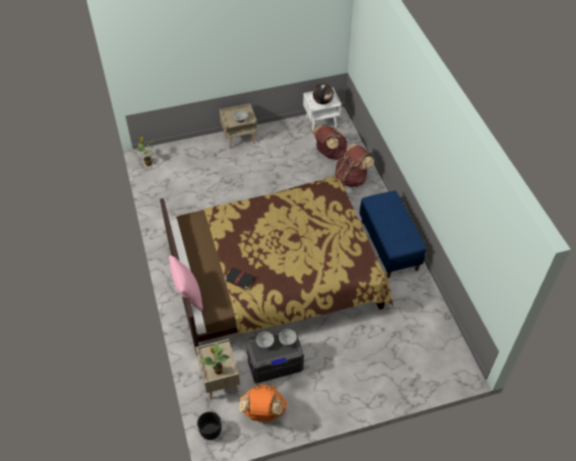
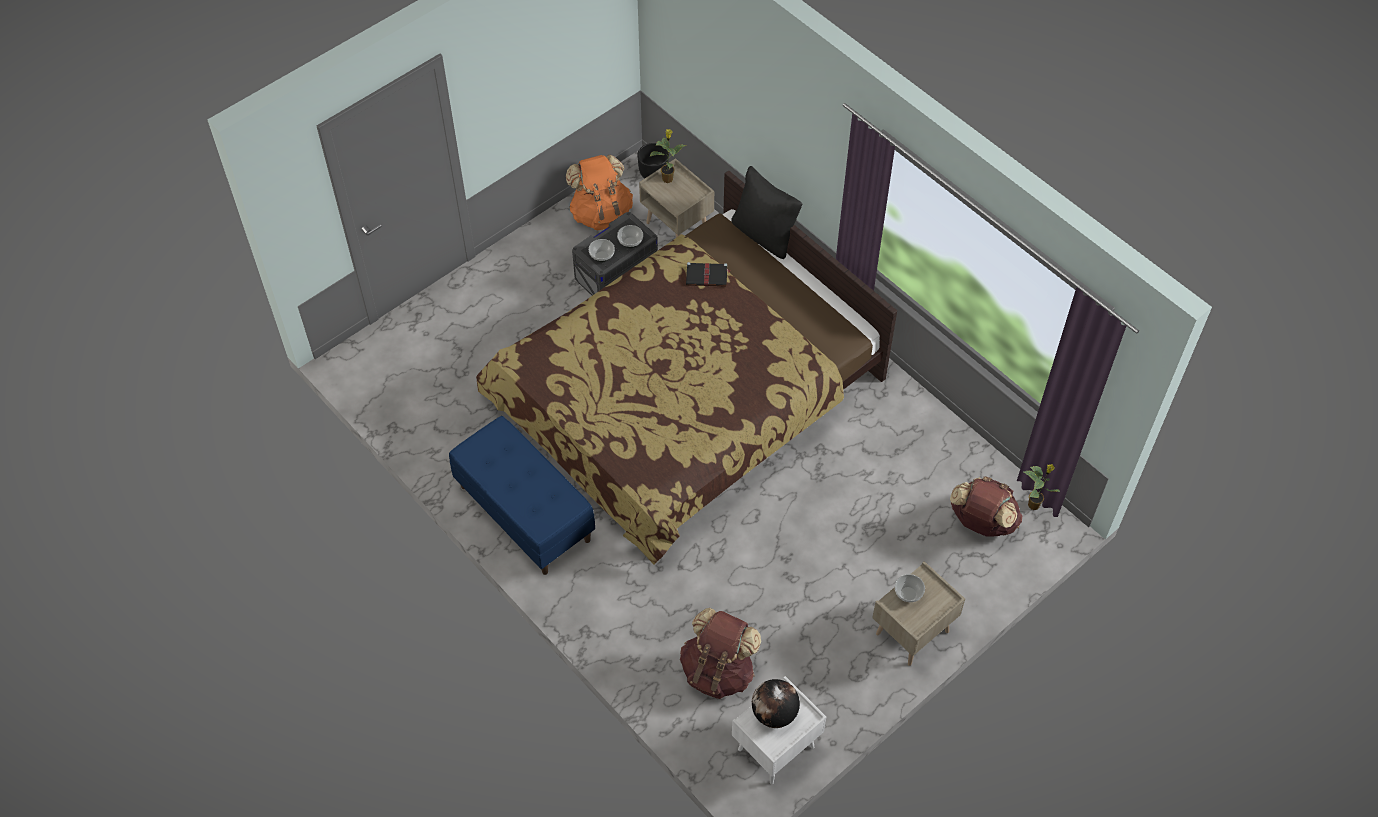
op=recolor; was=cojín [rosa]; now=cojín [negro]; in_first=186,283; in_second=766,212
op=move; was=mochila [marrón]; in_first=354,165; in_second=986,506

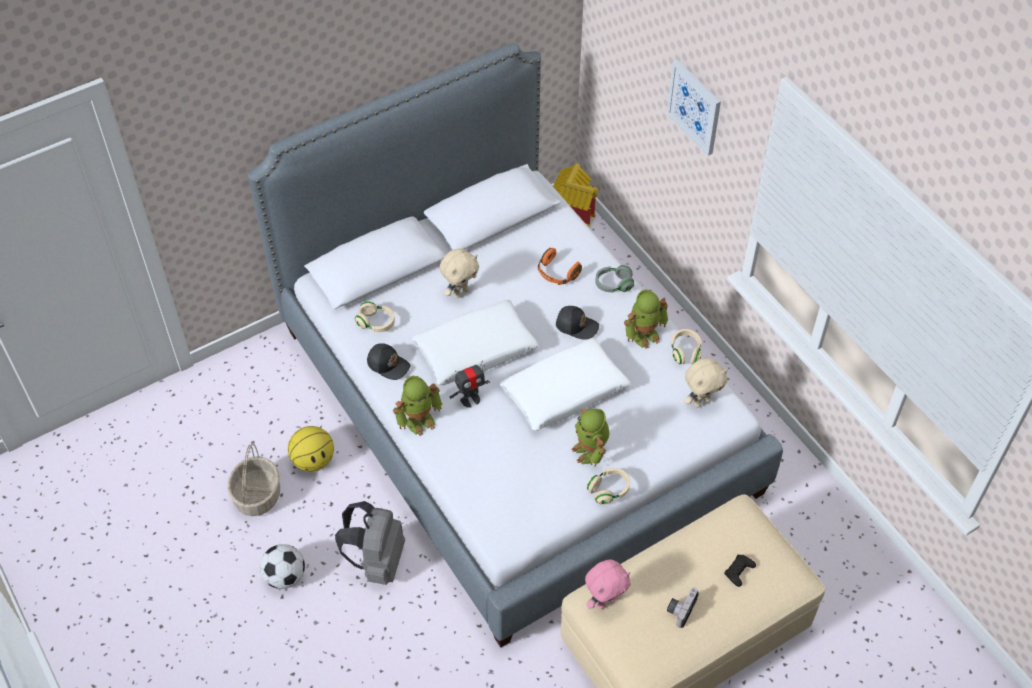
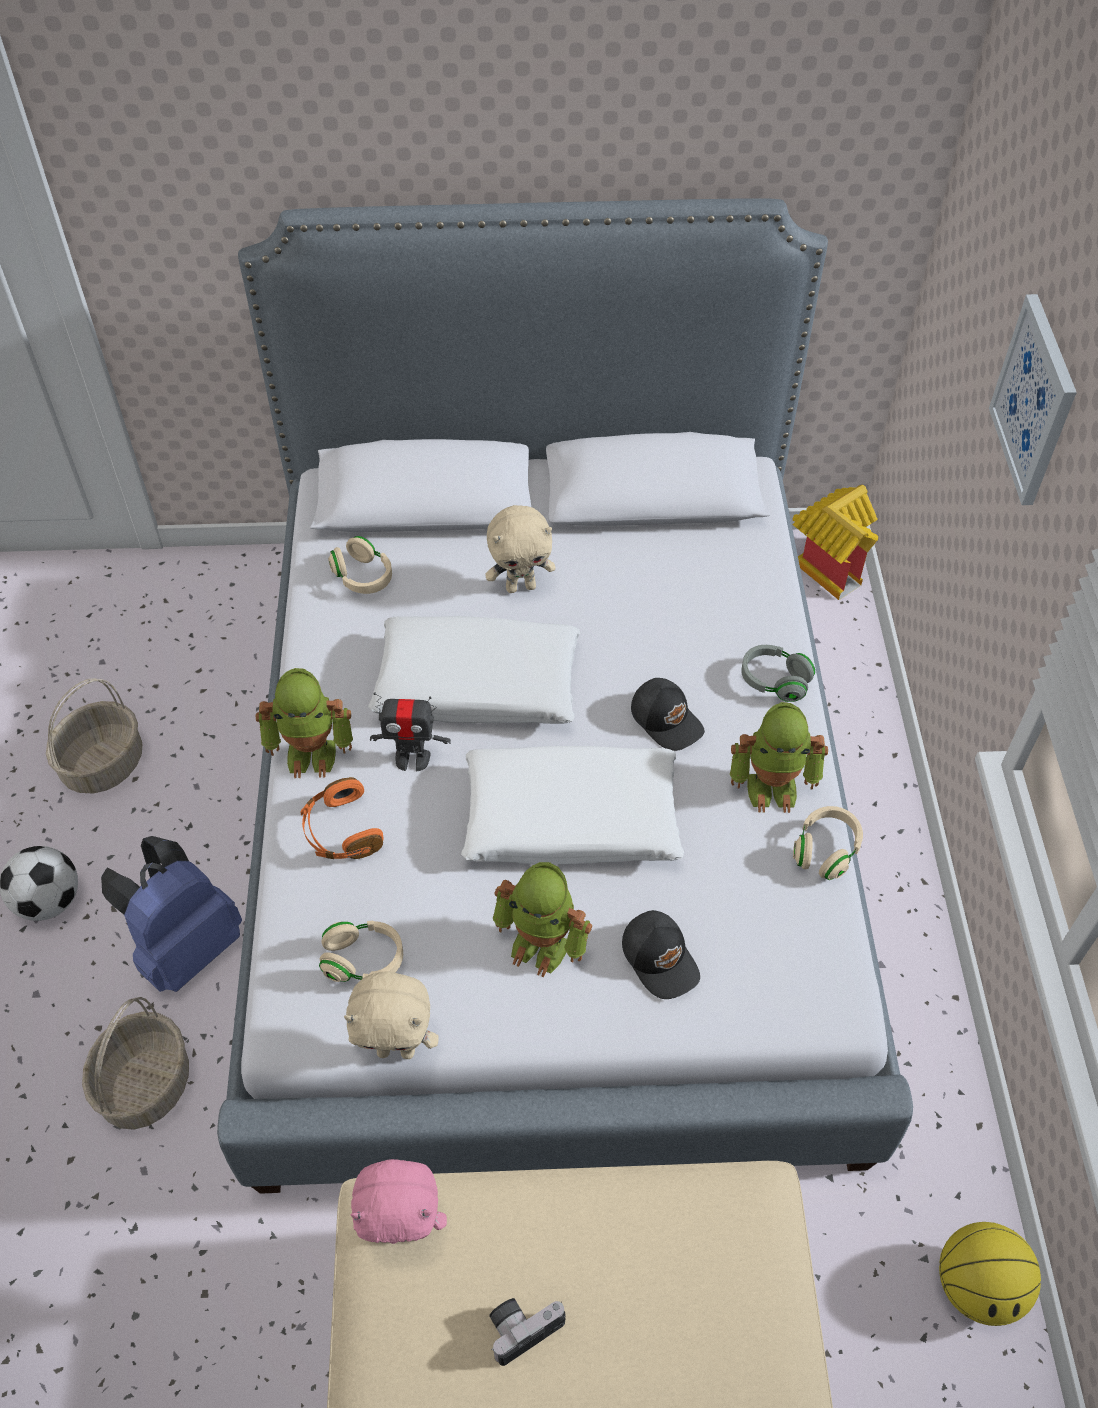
op=move; was=balón de baloncesto; in_first=311,449; in_second=990,1274
op=recolor; was=mochila [gris]; now=mochila [azul]; in_first=370,543; in_second=171,914
op=move; was=gorra [negro]; in_first=388,361; in_second=661,954
op=move; was=auriculares [naranja]; in_first=560,266; in_second=342,818
op=rotate; was=robot de juguete; in_first=590,437; in_second=542,919; clockwise=-75
op=move; was=auriculares [beis]; in_first=608,486; in_second=361,951
op=move; was=peluche [beis]; in_first=706,382; in_second=391,1015
op=delete; was=mando de consola [negro]; in_first=740,571
op=insert; now=cesta; in_second=135,1063

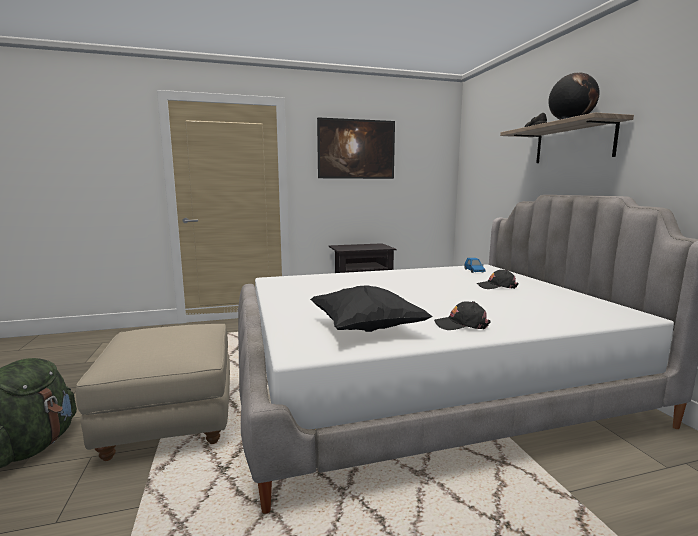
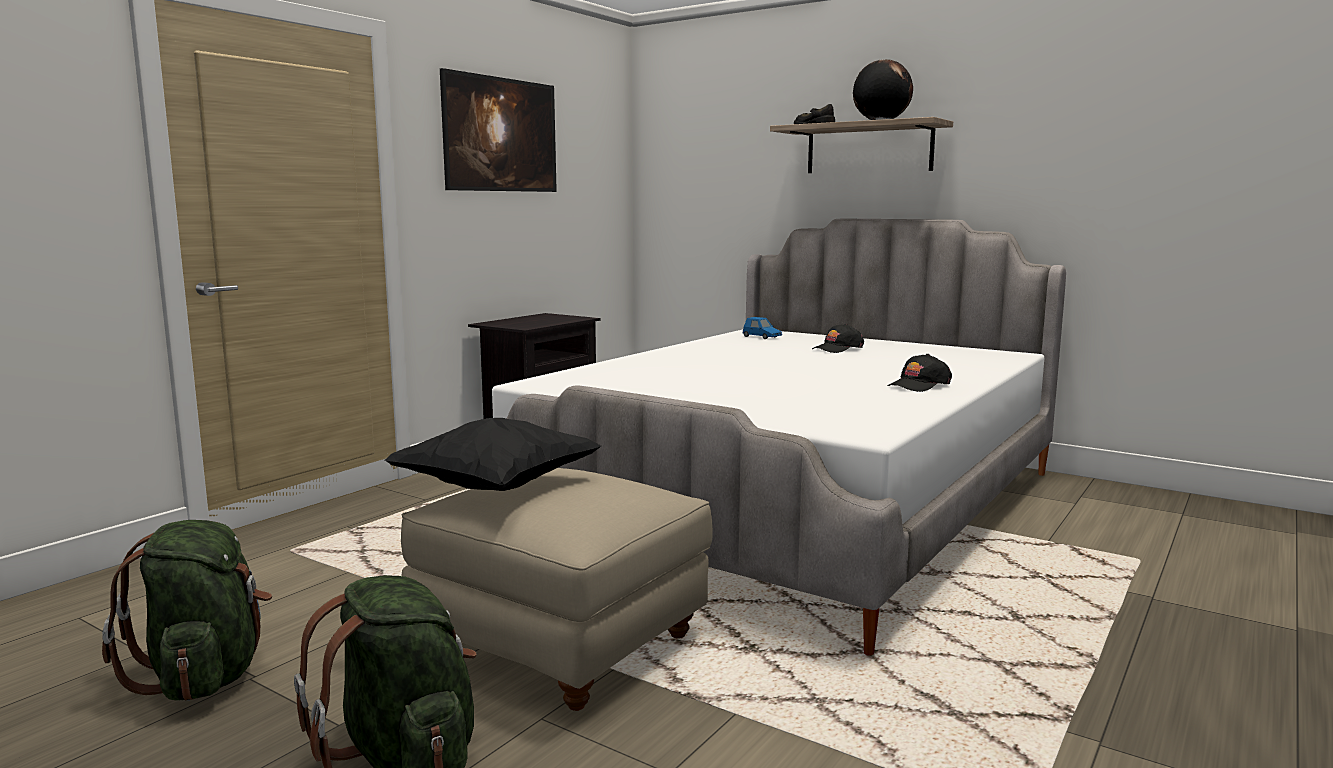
op=move; was=cojín [negro]; in_first=371,308; in_second=492,454
op=insert; now=mochila [verde]; in_second=187,610

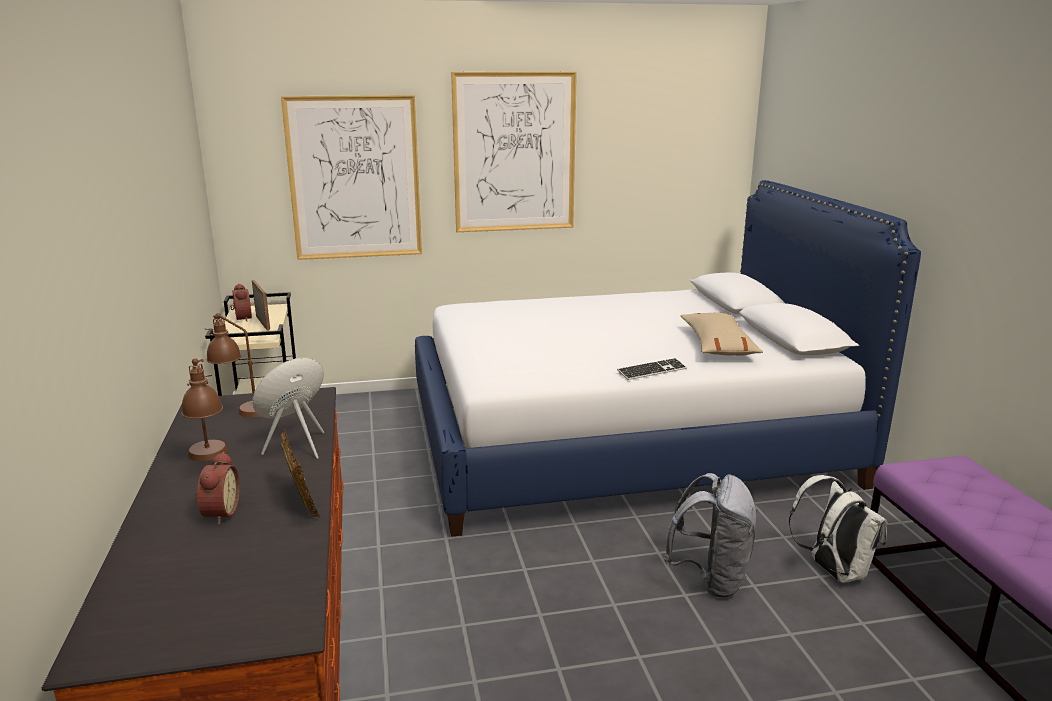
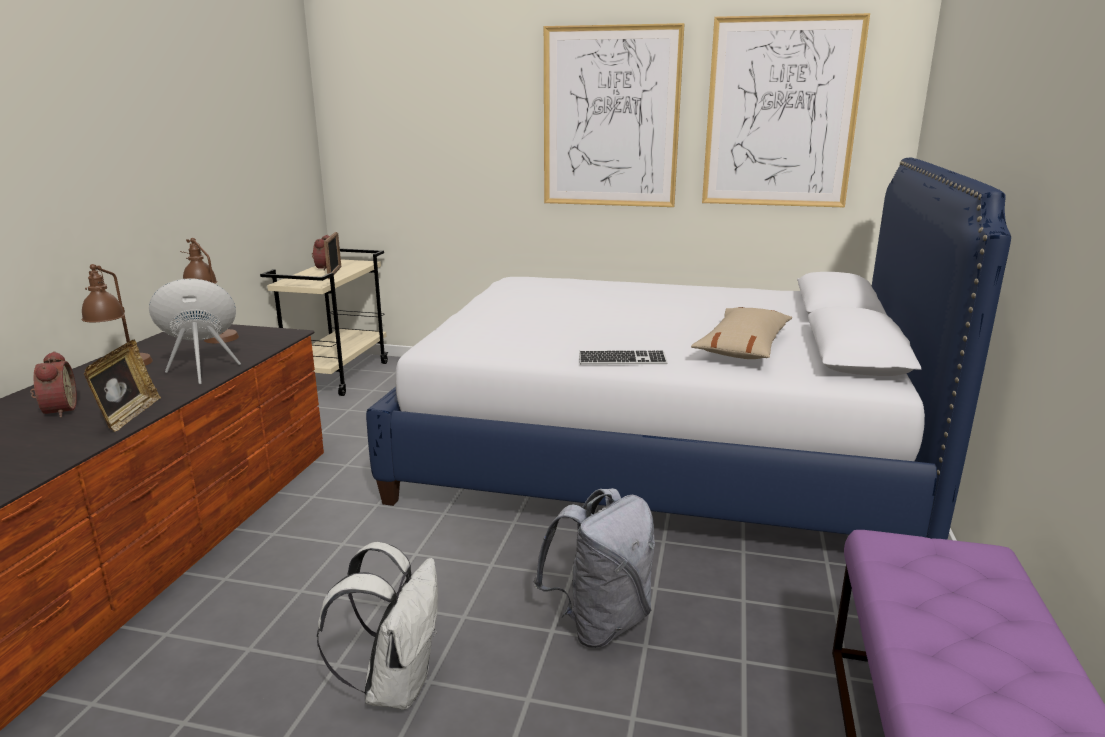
op=rotate; was=despertador; in_first=217,488; in_second=53,384; clockwise=-45
op=move; was=cuadro; in_first=351,177; in_second=786,110
op=move; was=mochila [blanco]; in_first=838,529; in_second=377,626

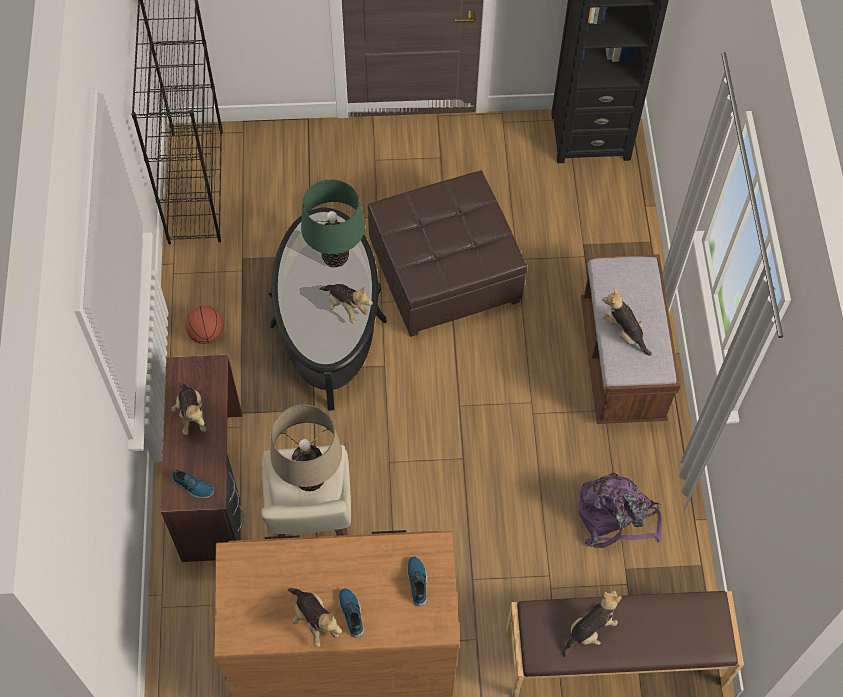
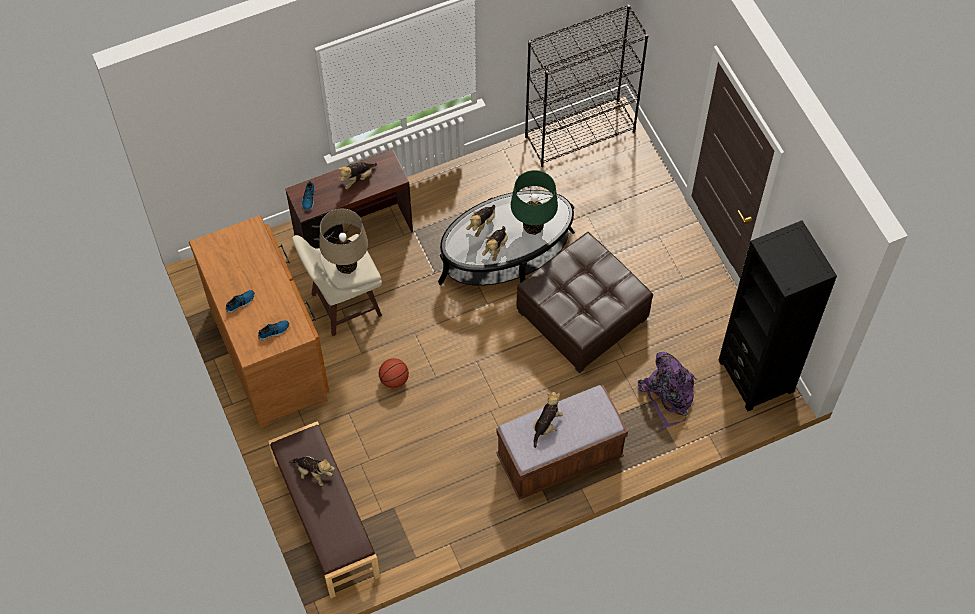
op=move; was=balón de baloncesto; in_first=204,325; in_second=394,373
op=move; was=peluche; in_first=315,617; in_second=480,221
op=move; was=mochila [morado]; in_first=620,510; in_second=667,390

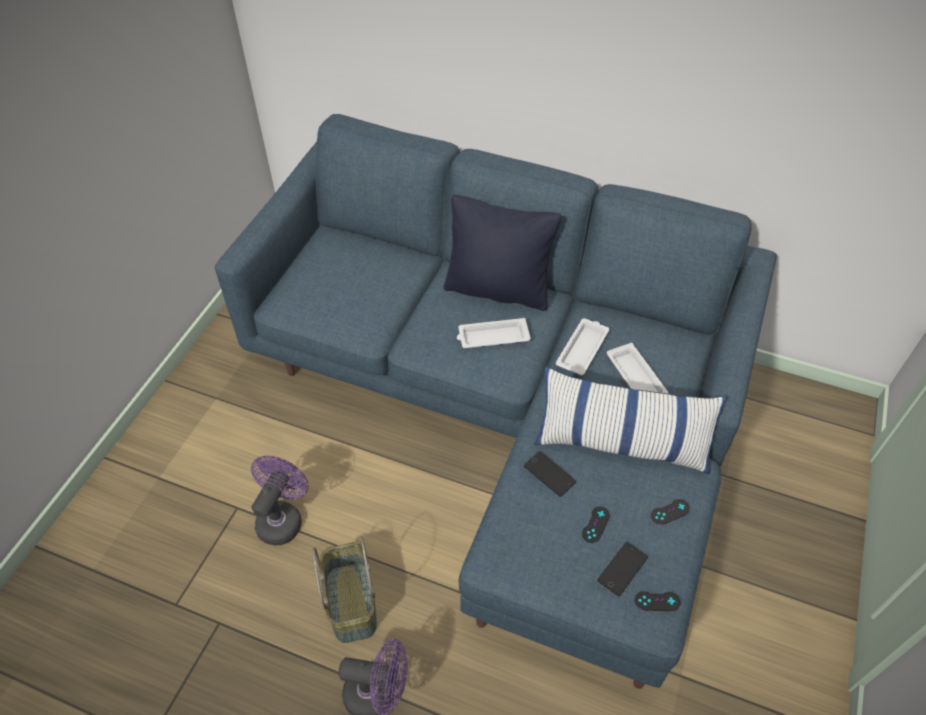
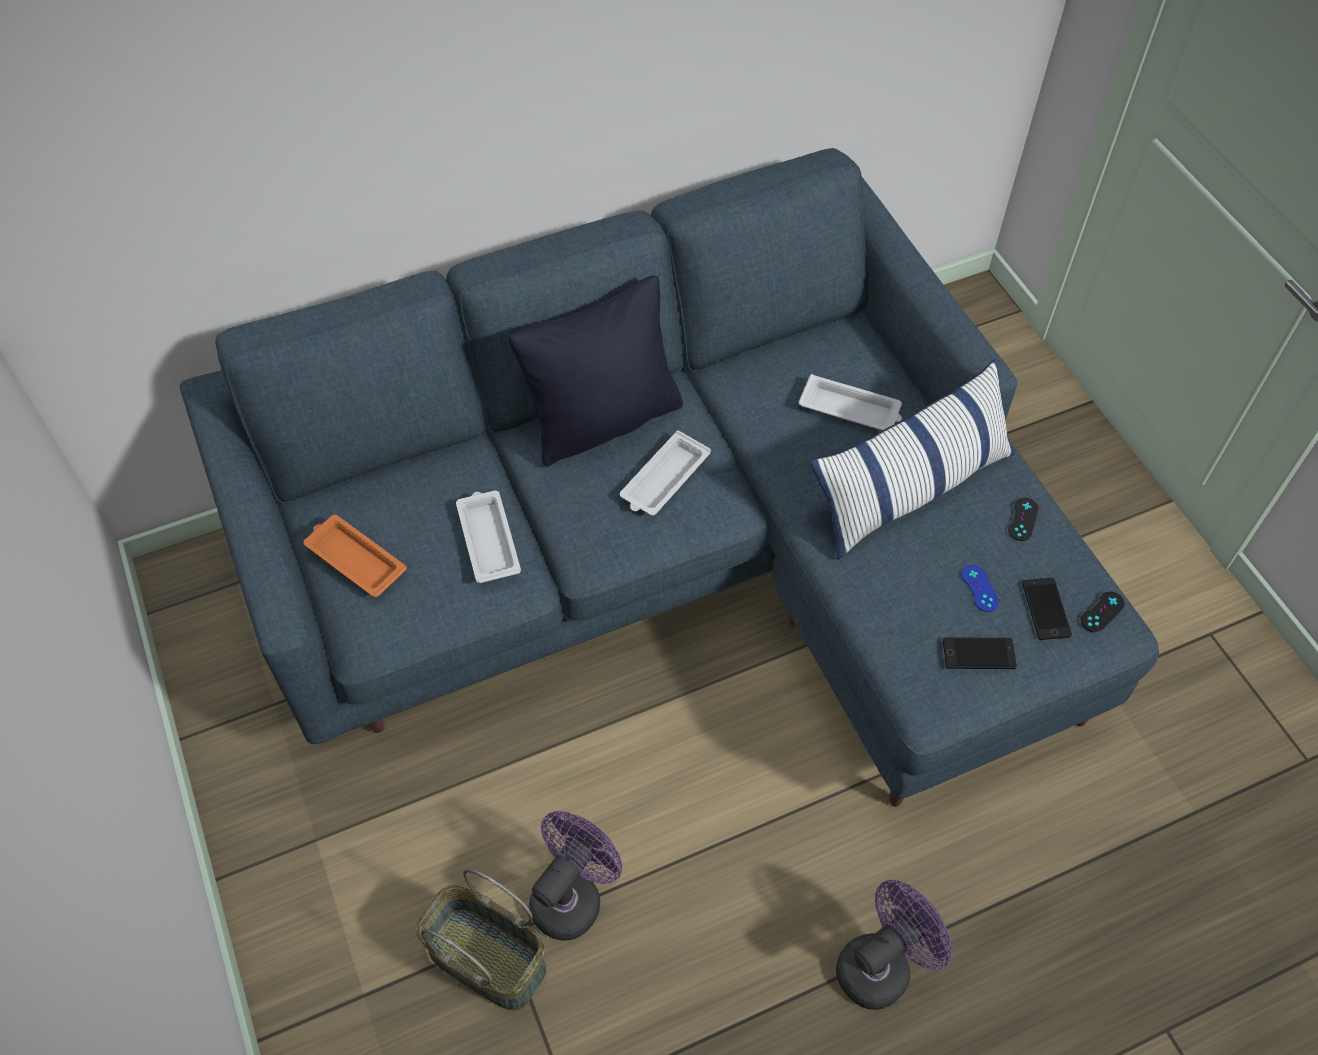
op=rotate; was=ventilador [morado]; in_first=280,500; in_second=575,876; clockwise=60
op=move; was=cesta; in_first=345,590; in_second=481,939
op=move; was=móvil; in_first=550,474; in_second=980,653
op=move; was=bandeja [blanco]; in_first=582,346; in_second=488,537
op=recolor; was=mando de consola [negro]; now=mando de consola [azul]; in_first=596,524; in_second=980,588
op=insert; now=bandeja [naranja]; in_second=354,556

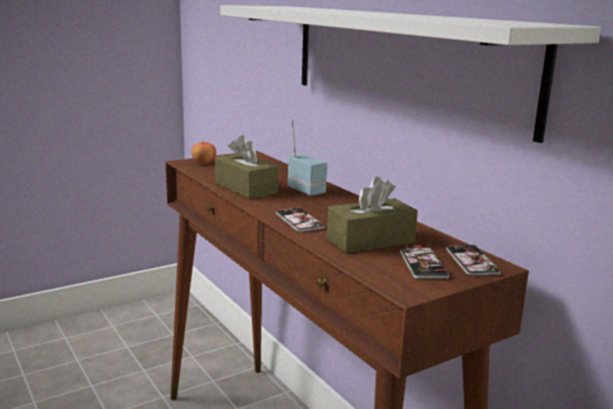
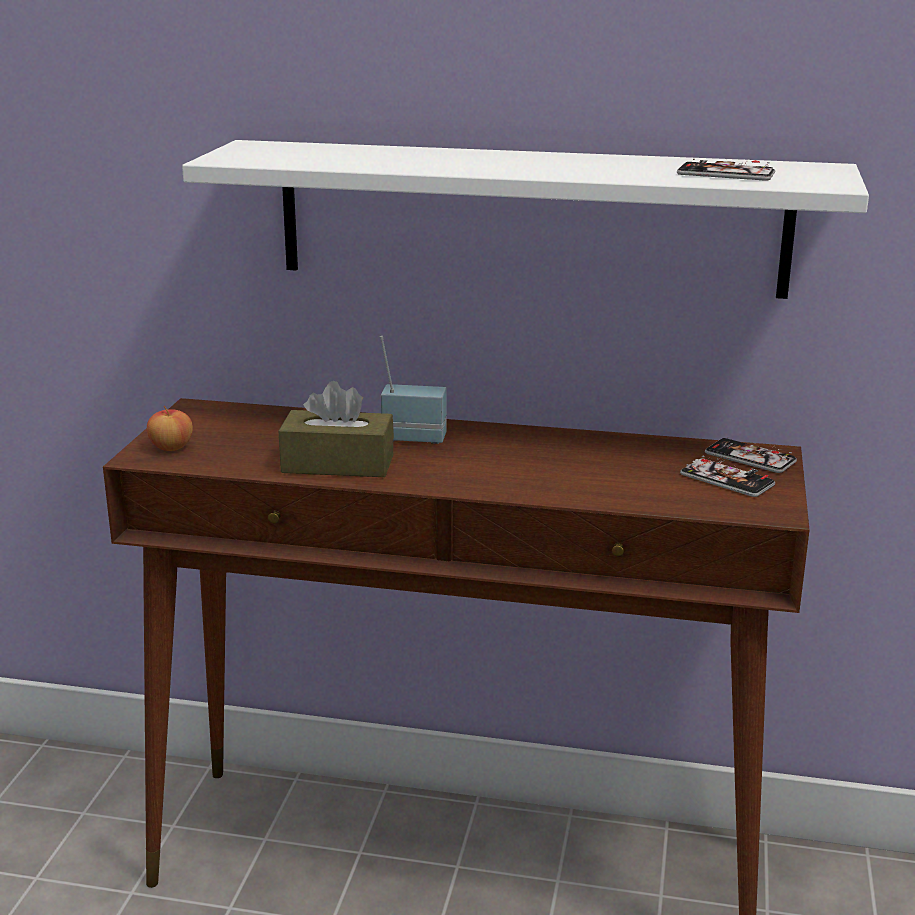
op=move; was=móvil; in_first=300,220; in_second=726,170
op=delete; was=caja de pañuelos [marrón]; in_first=372,215

